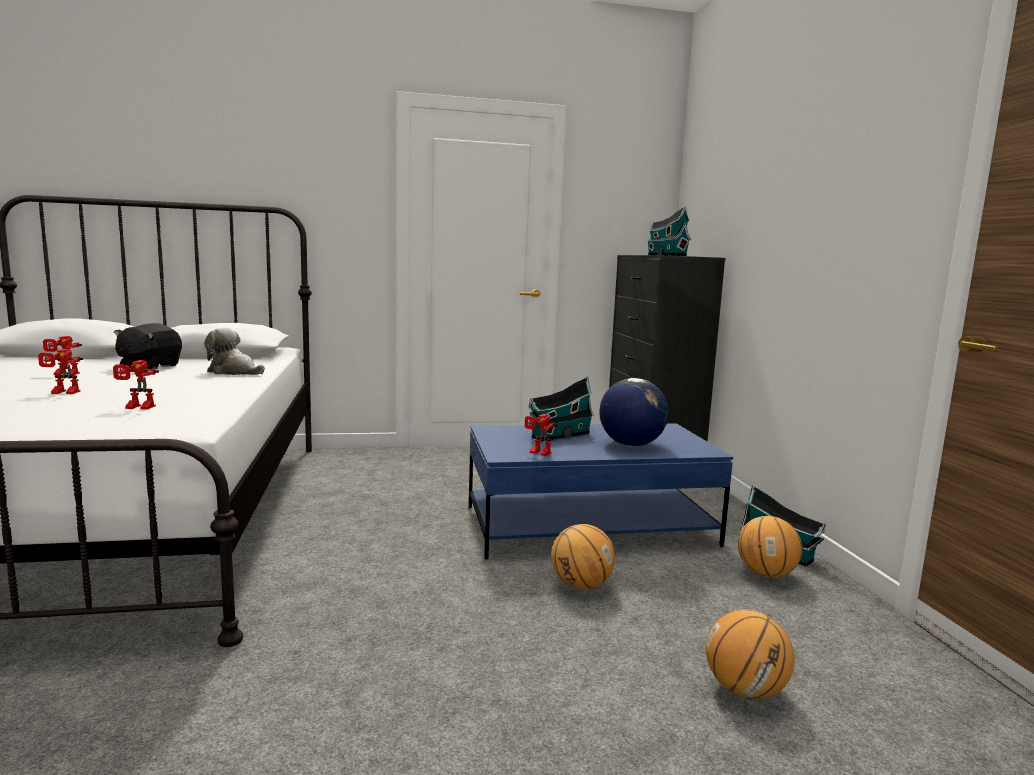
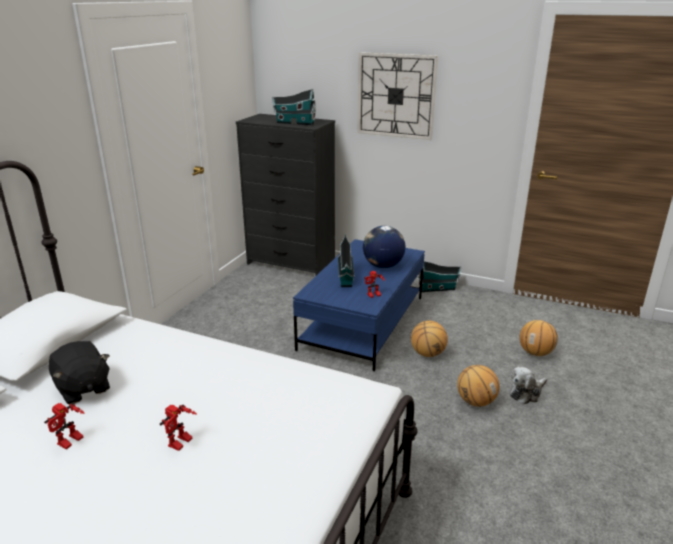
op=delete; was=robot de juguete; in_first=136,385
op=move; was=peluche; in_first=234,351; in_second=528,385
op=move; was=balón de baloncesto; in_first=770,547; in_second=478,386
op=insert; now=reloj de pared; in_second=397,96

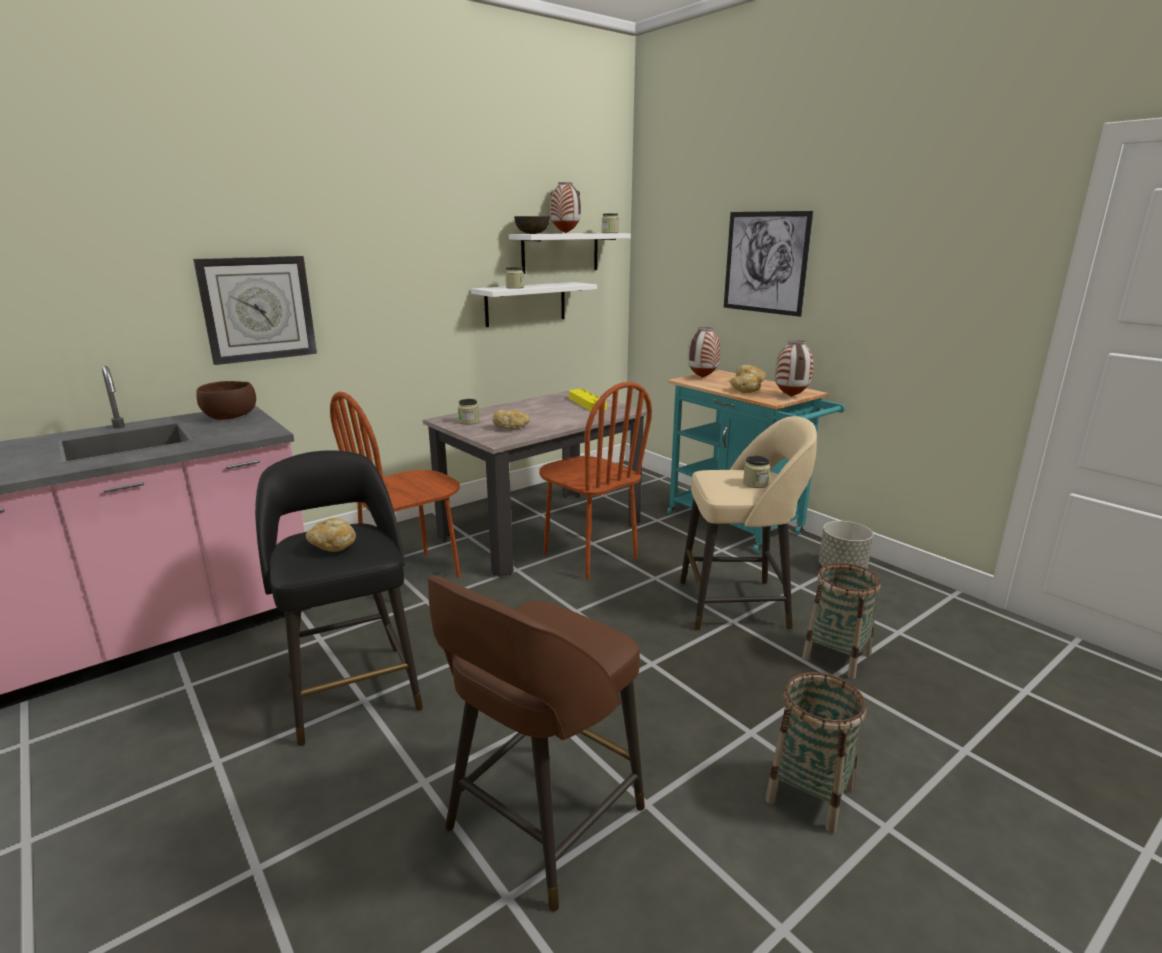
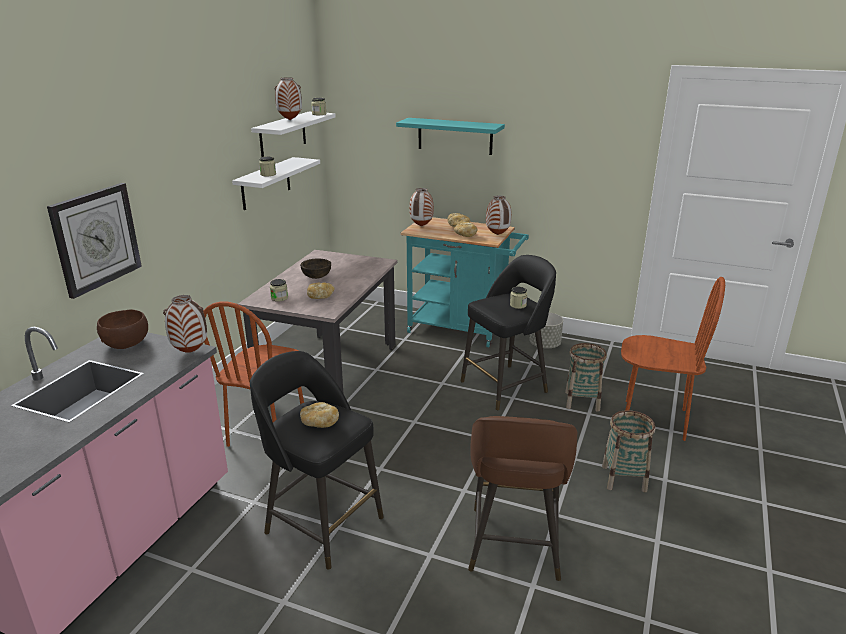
op=move; was=cuenco [marrón]; in_first=532,225; in_second=315,269
op=move; was=silla [marrón]; in_first=595,481; in_second=673,359
op=delete; was=bandeja [amarillo]; in_first=588,400
op=recolor; was=taburete [beis]; now=taburete [negro]; in_first=748,523; in_second=508,332
op=replace; was=cuadro; now=estante [turquesa]; in_first=768,264; in_second=450,136
op=insert; now=florero; in_second=185,324

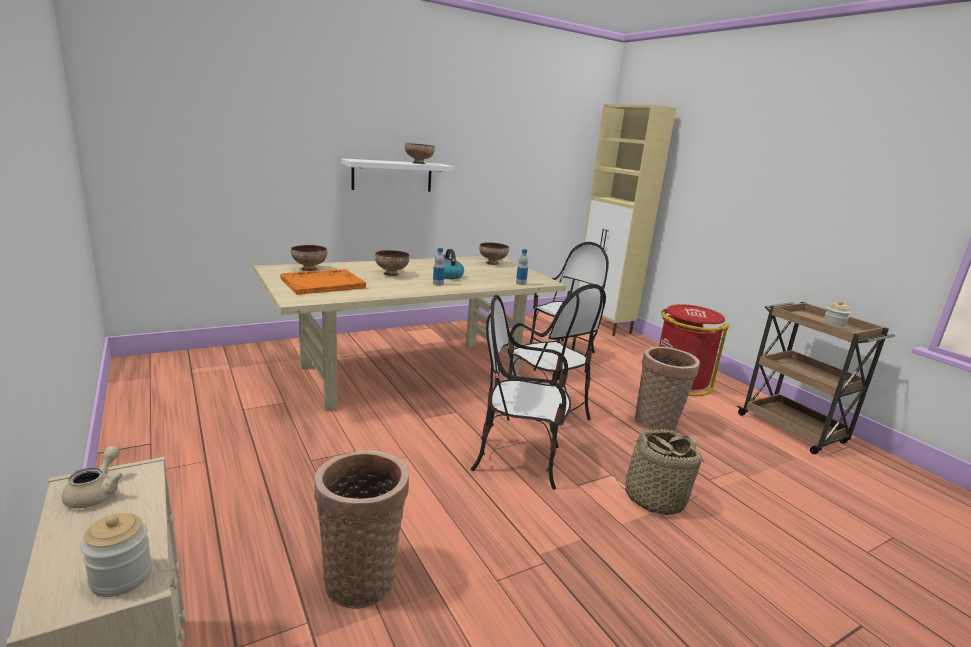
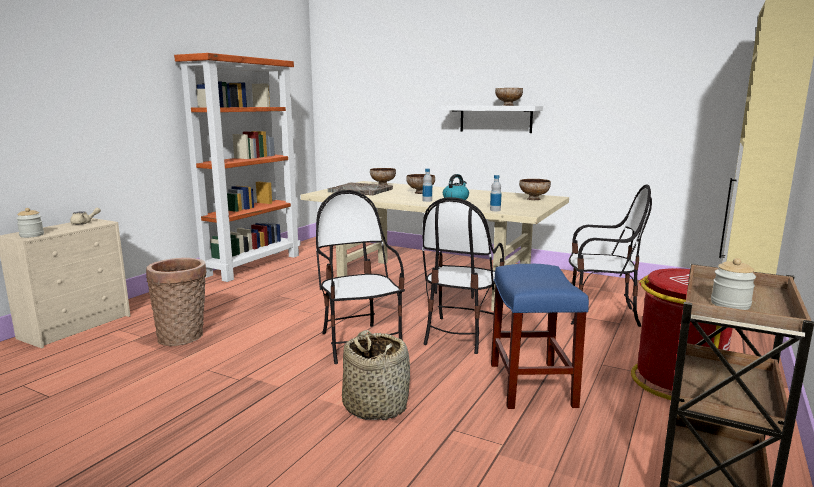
op=recolor; was=bandeja [naranja]; now=bandeja [gris]; in_first=323,282; in_second=360,189
op=replace; was=cesta; now=taburete [azul]; in_first=667,389; in_second=540,336
op=insert; now=estantería [naranja]; in_second=237,167

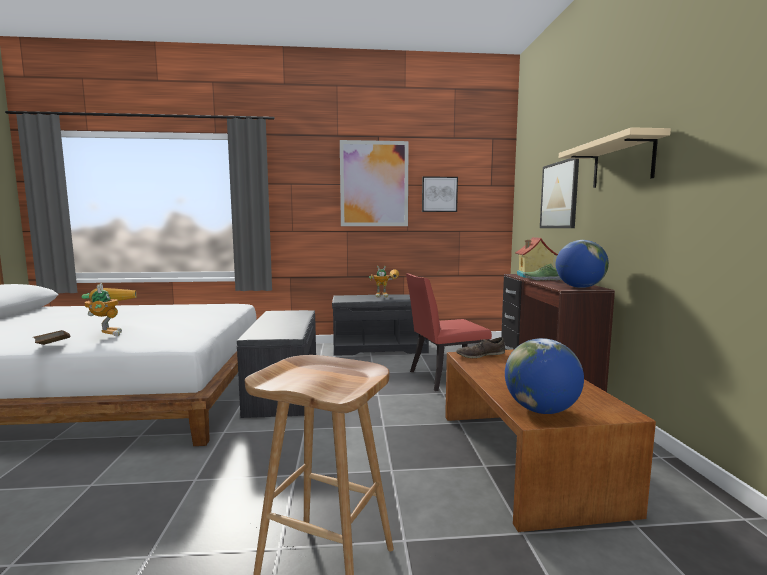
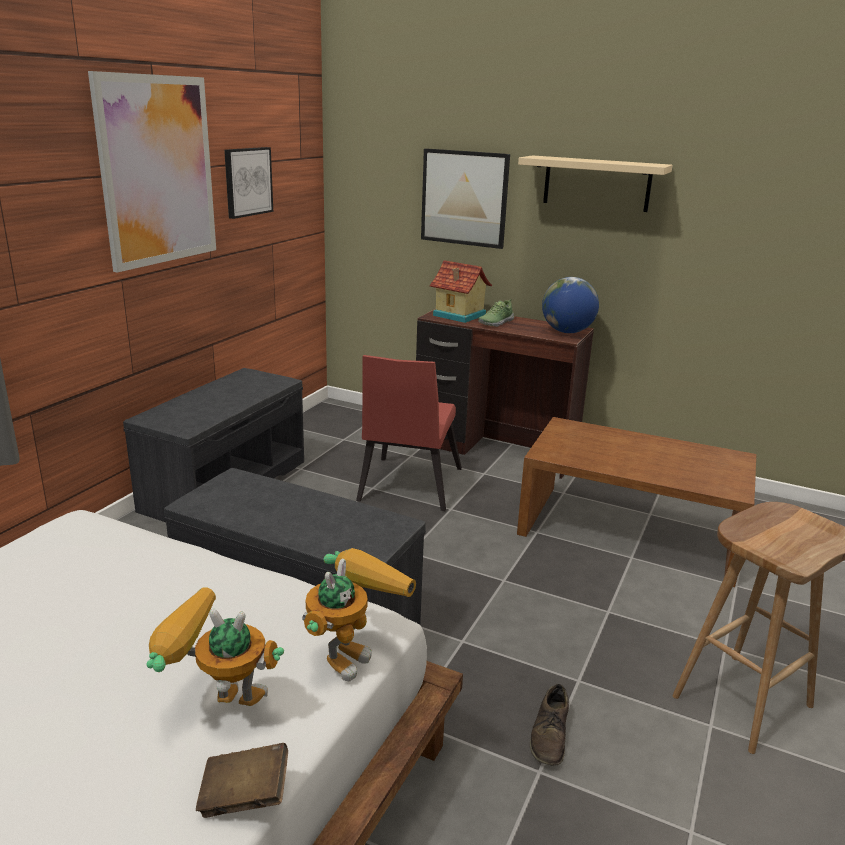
op=move; was=robot de juguete; in_first=384,281; in_second=359,615
op=move; was=zapato [marrón]; in_first=480,347; in_second=549,725
op=delete; was=globo terráqueo; in_first=544,376

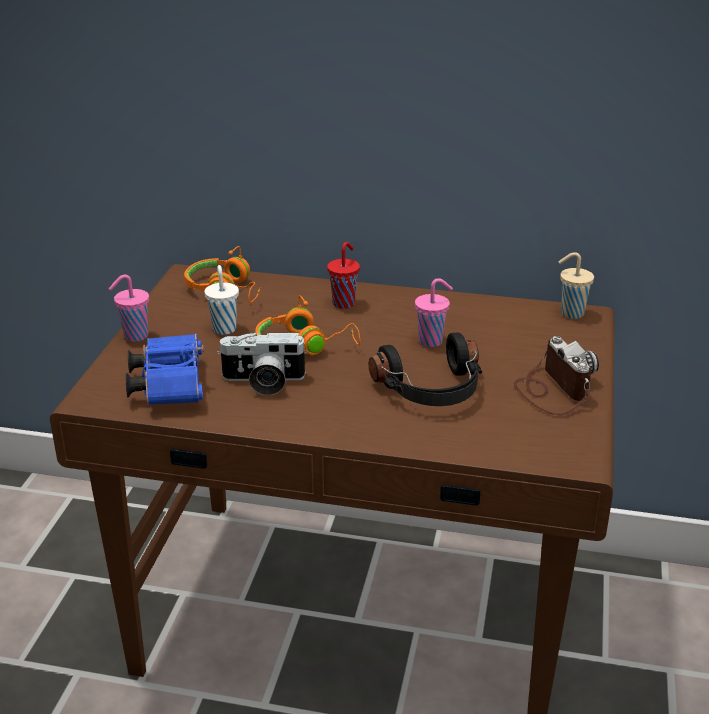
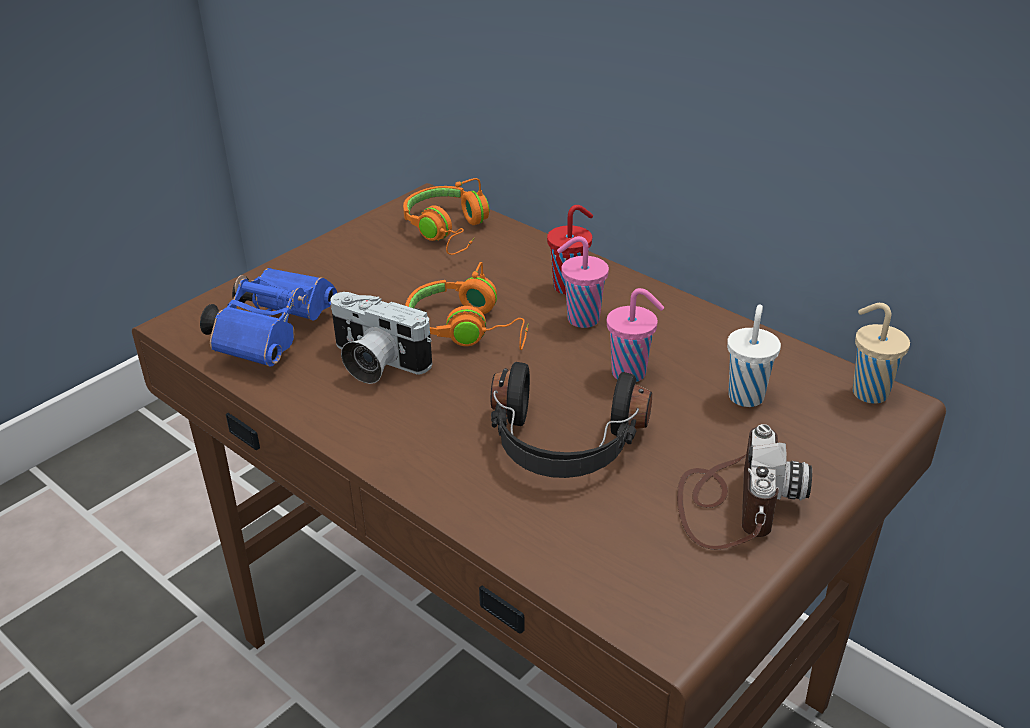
op=move; was=taza [rosa]; in_first=129,308; in_second=583,282
op=move; was=taza [blanco]; in_first=222,300; in_second=754,356

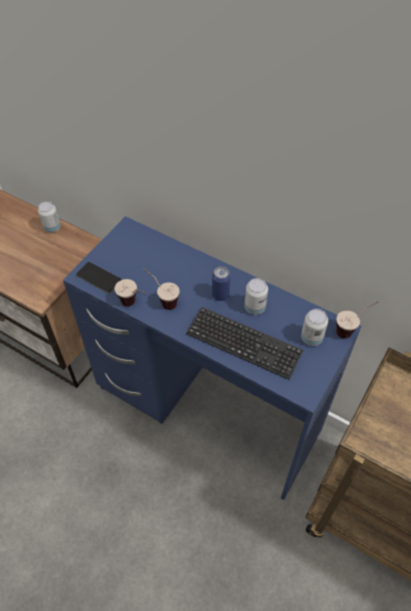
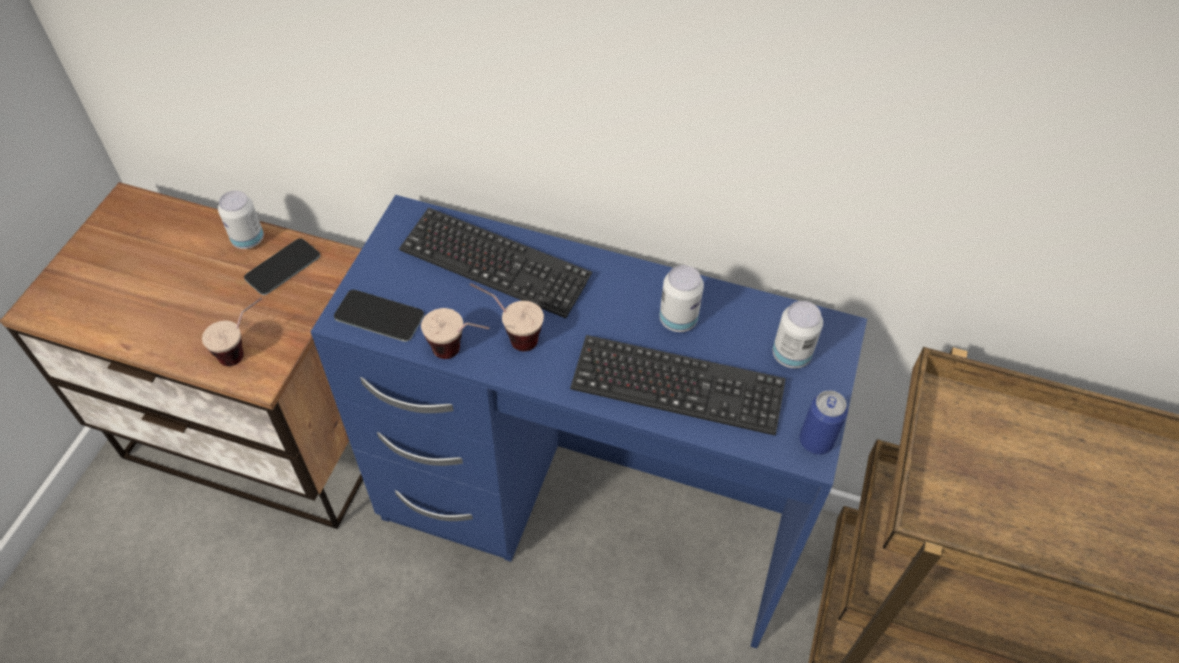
op=move; was=lata; in_first=221,284; in_second=823,422
op=move; was=taza; in_first=357,320; in_second=232,332
op=insert; now=móvil; in_second=282,266
op=insert; now=teclado; in_second=495,262

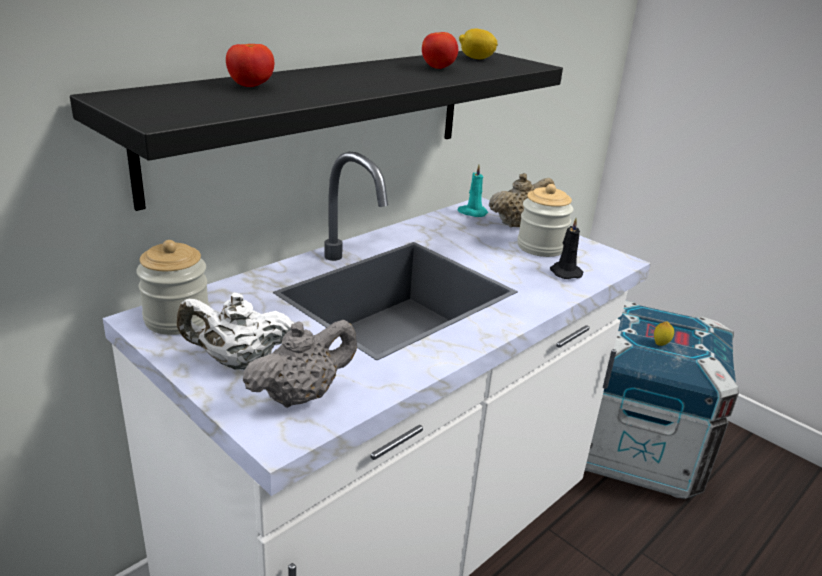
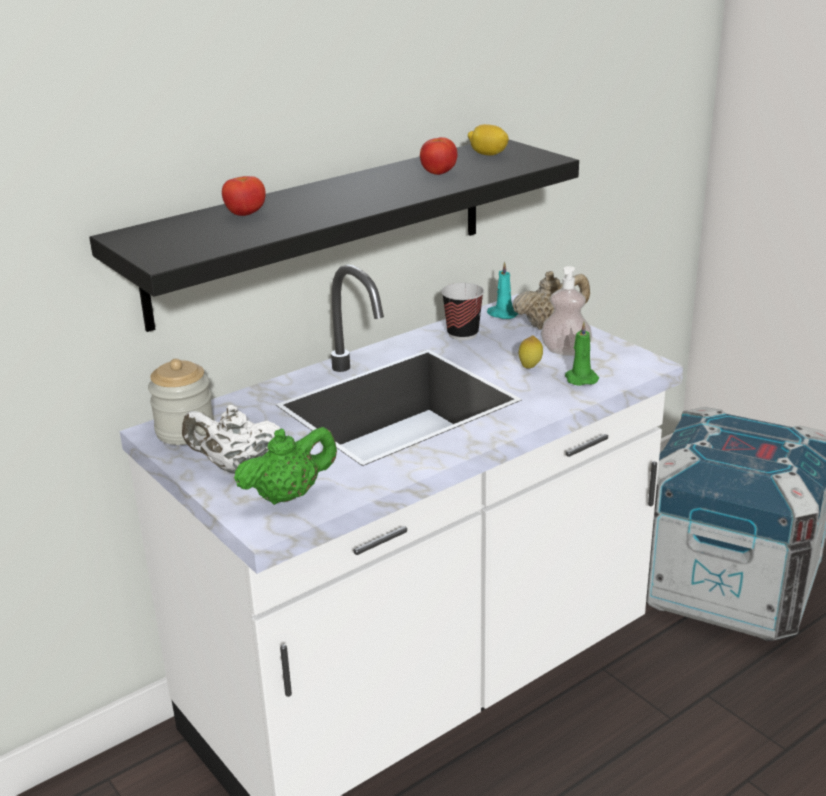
op=recolor; was=tetera [gris]; now=tetera [verde]; in_first=300,364; in_second=285,466
op=replace; was=tarro; now=dispensador de jabón; in_first=545,220; in_second=566,311
op=recolor; was=vela [negro]; now=vela [verde]; in_first=566,248; in_second=582,354
op=move; was=limón; in_first=664,333; in_second=531,352
op=insert; now=taza; in_second=462,311

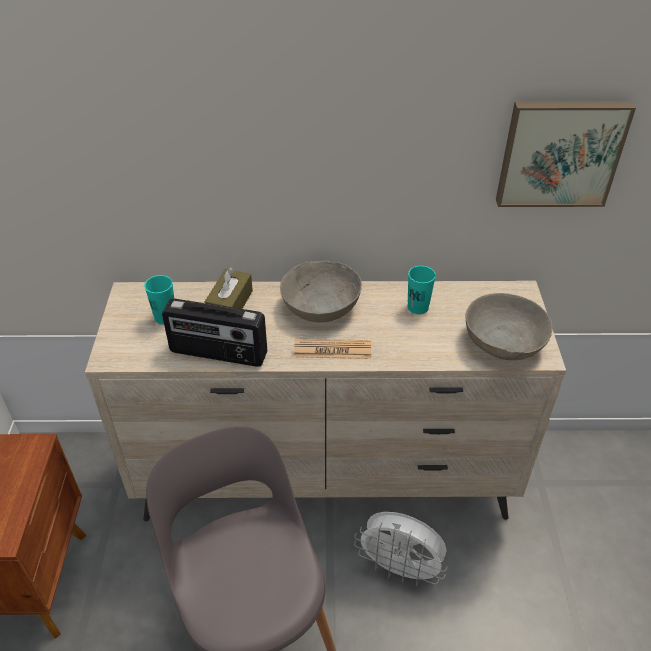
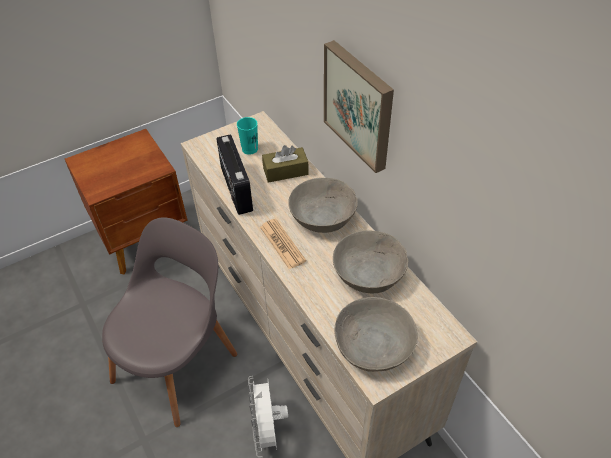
op=replace; was=taza [turquesa]; now=cuenco [gris]; in_first=421,290; in_second=370,261
op=move; was=cuadro; in_first=566,154; in_second=359,106

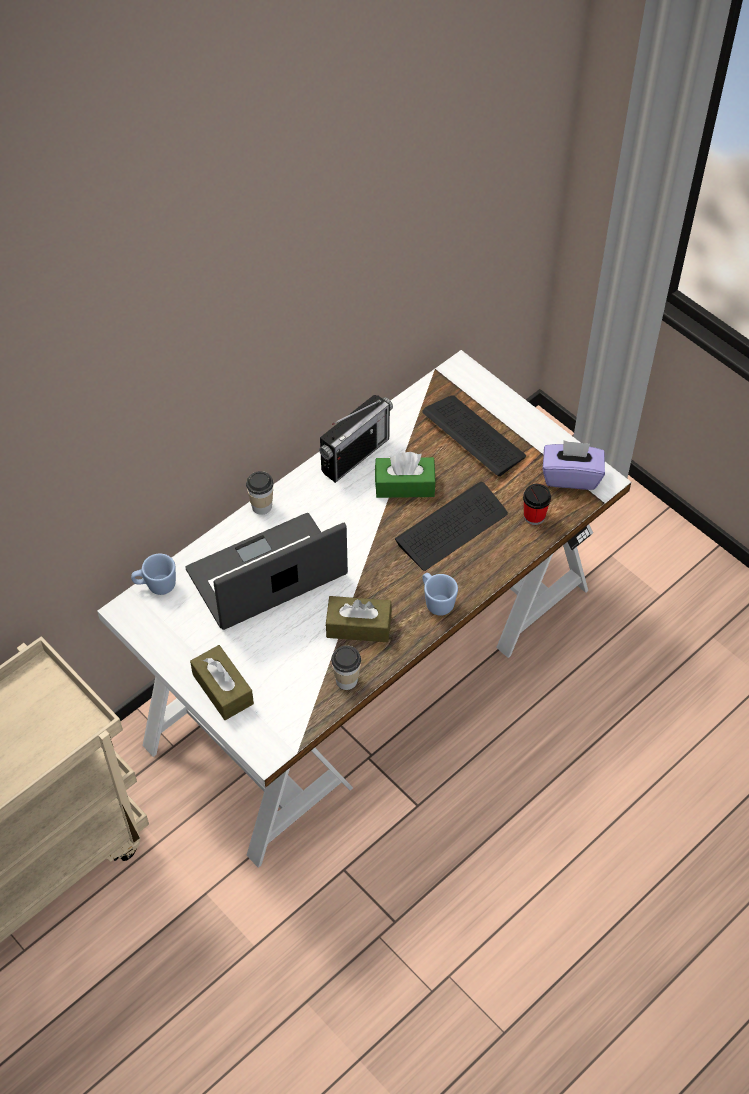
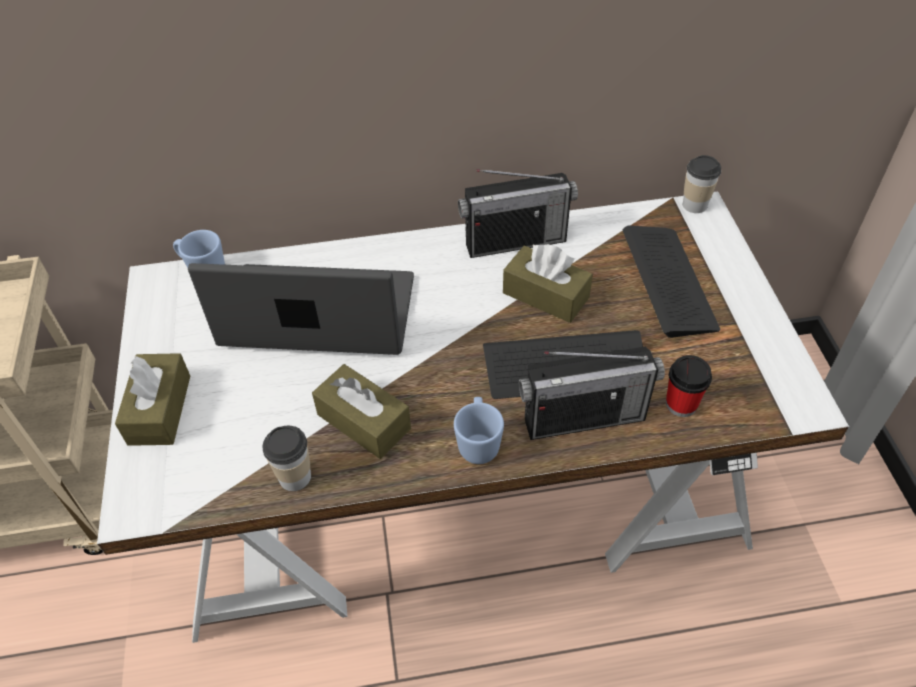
op=move; was=taza; in_first=260,493; in_second=702,184
op=recolor; was=caja de pañuelos [verde]; now=caja de pañuelos [marrón]; in_first=405,475; in_second=548,283
op=delete; was=caja de pañuelos [morado]; in_first=574,465
op=insert; now=radio; in_second=592,393

